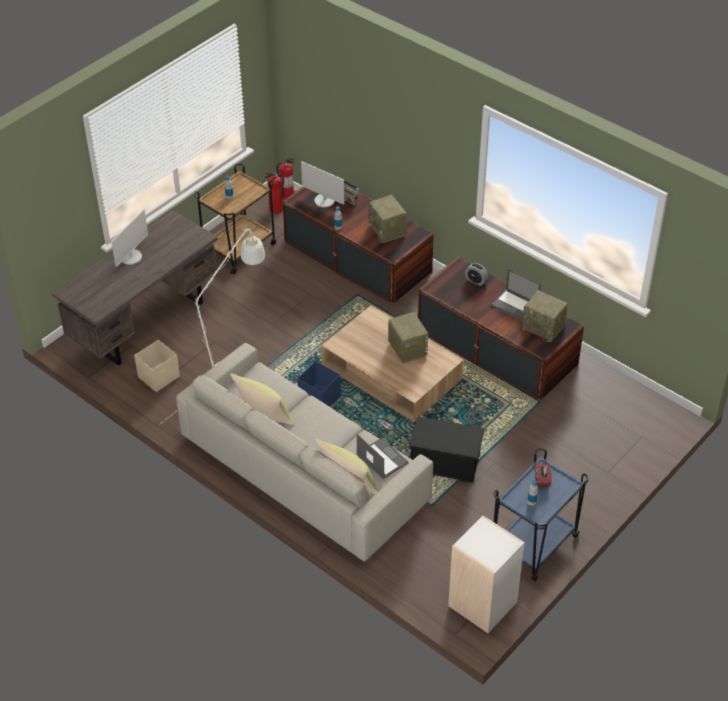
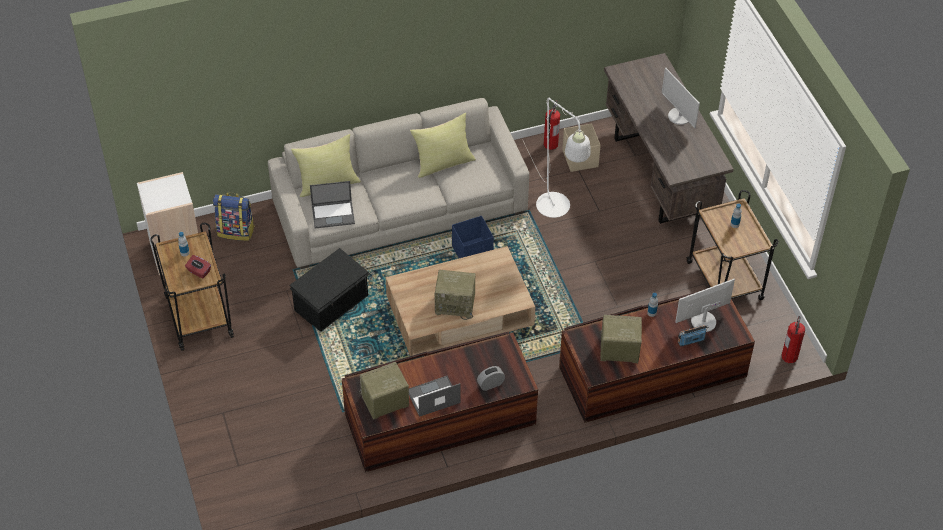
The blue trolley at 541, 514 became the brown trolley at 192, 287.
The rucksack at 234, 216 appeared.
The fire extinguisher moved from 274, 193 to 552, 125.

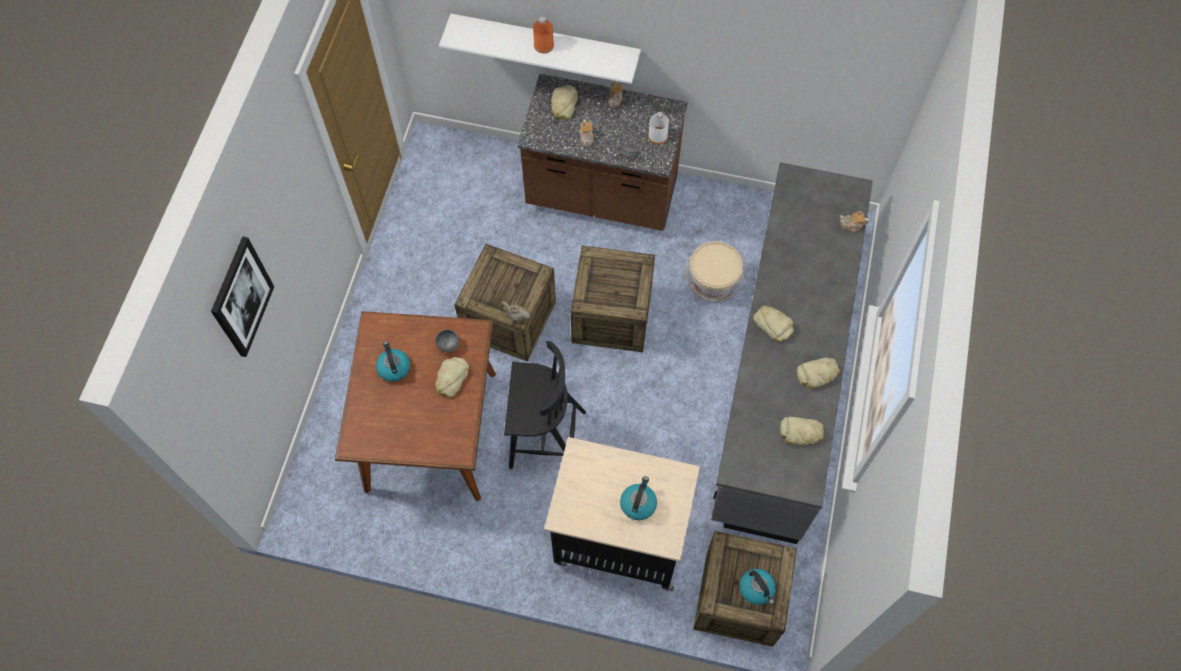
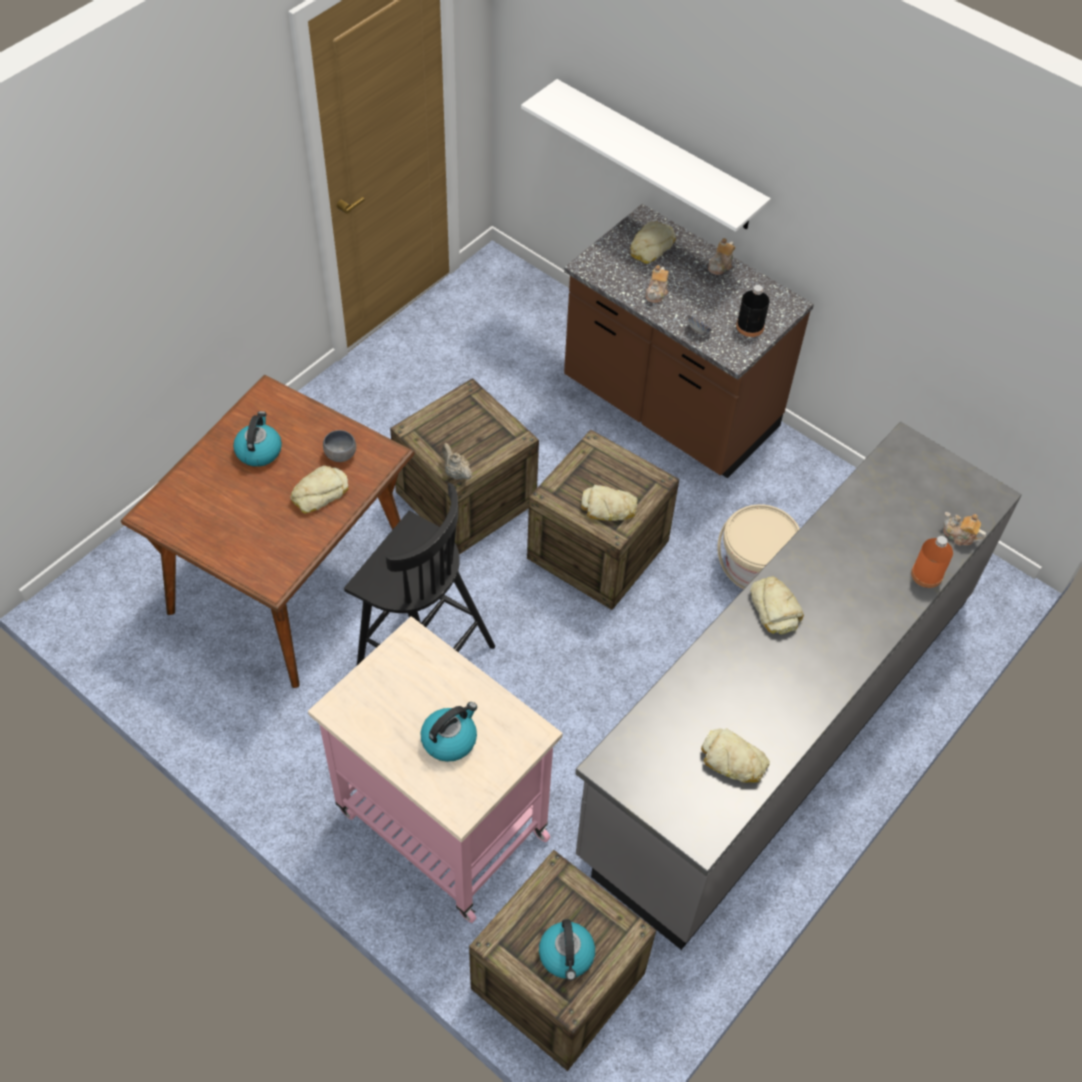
The black-coloured trolley at 622, 514 became the pink-coloured trolley at 435, 769.
The bread moved from 818, 373 to 609, 503.
The white bottle at 658, 128 became the black-coloured bottle at 753, 311.
The orangey bottle moved from 543, 35 to 932, 562.
The wall art at 242, 296 disappeared.

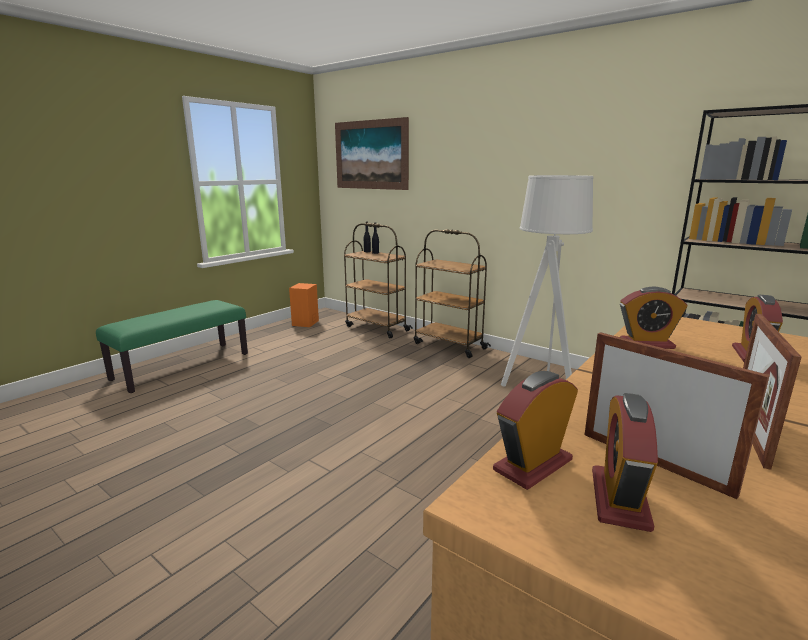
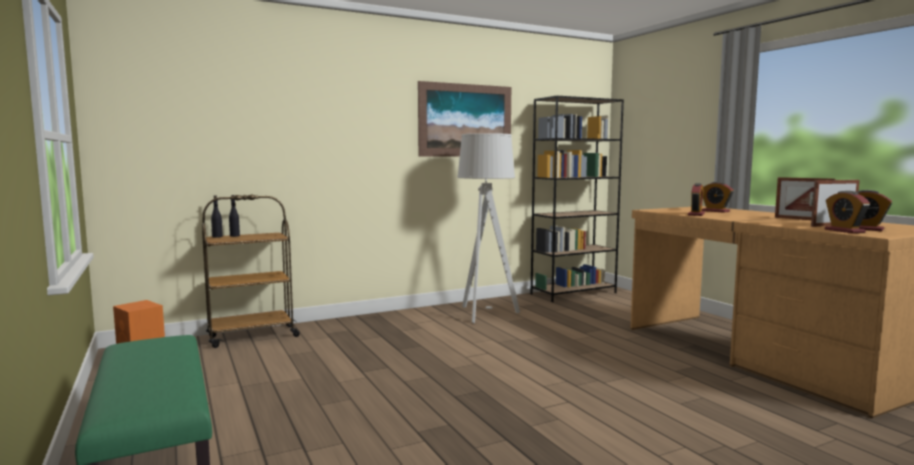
The wall art moved from 372, 153 to 464, 118.
The brown trolley at 452, 293 disappeared.

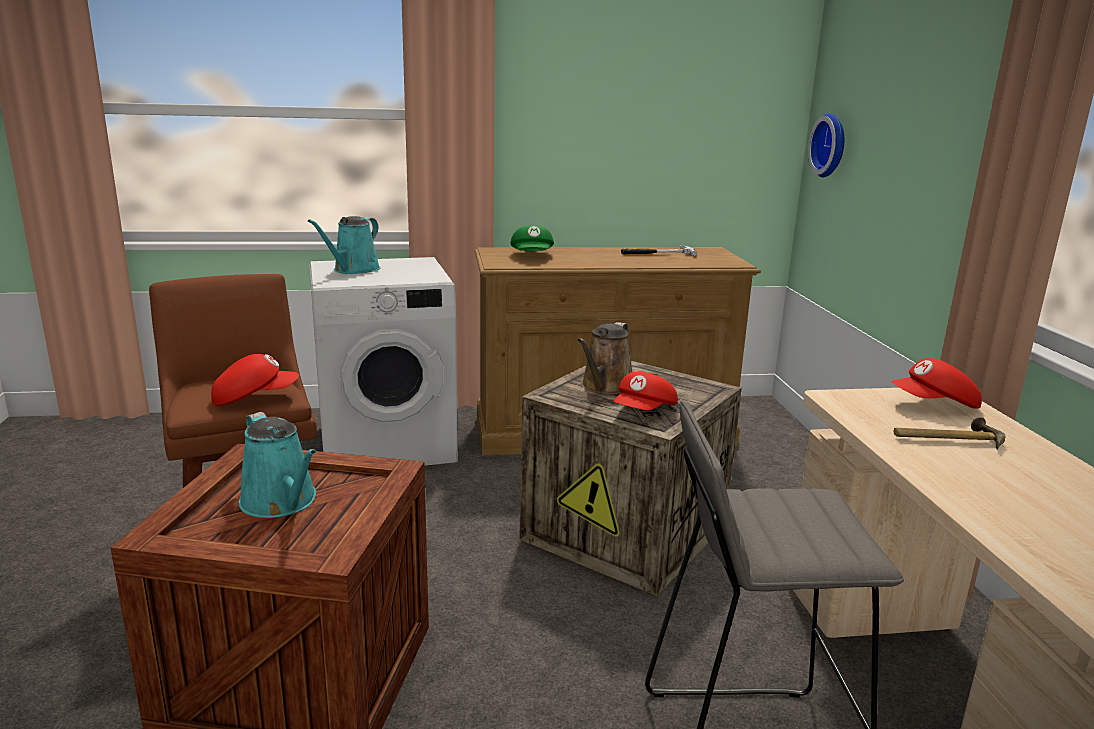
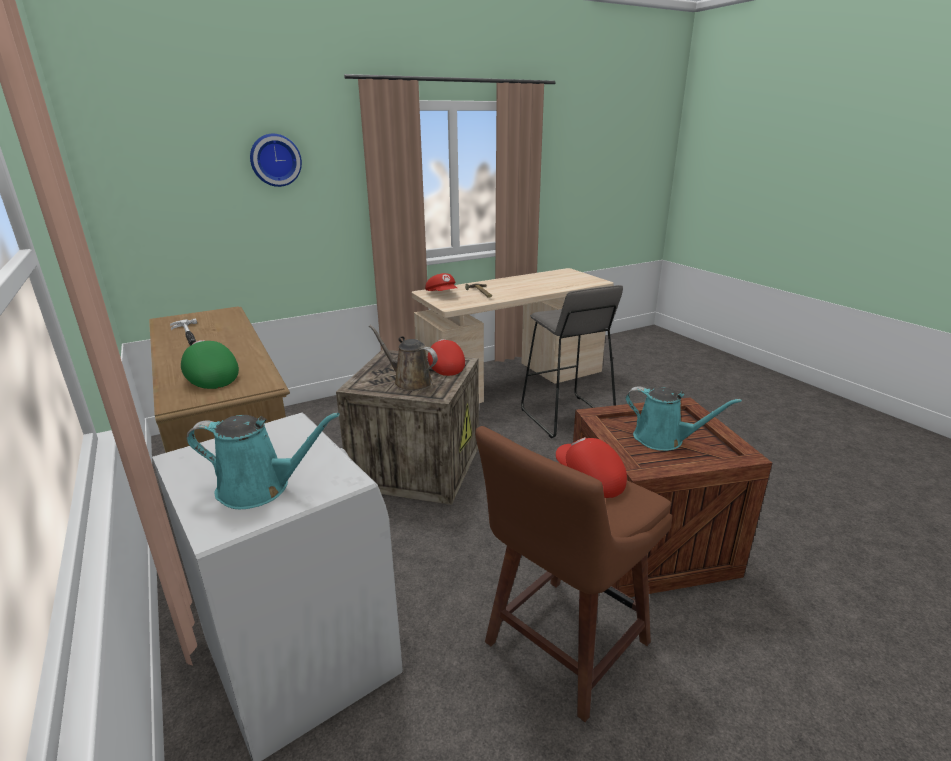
The greenish peaked cap at 532, 238 turned 105 degrees counterclockwise.
The wall clock moved from 826, 145 to 276, 160.
The brown sprinkling can at 604, 358 turned 150 degrees counterclockwise.
The reddish peaked cap at 645, 391 turned 120 degrees counterclockwise.
The turquoise sprinkling can at 277, 465 turned 90 degrees clockwise.

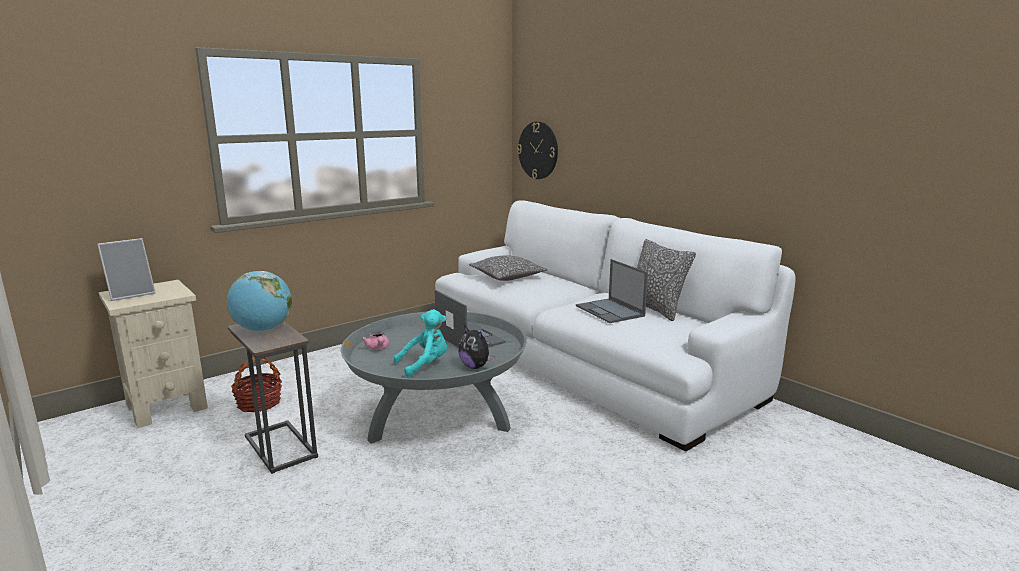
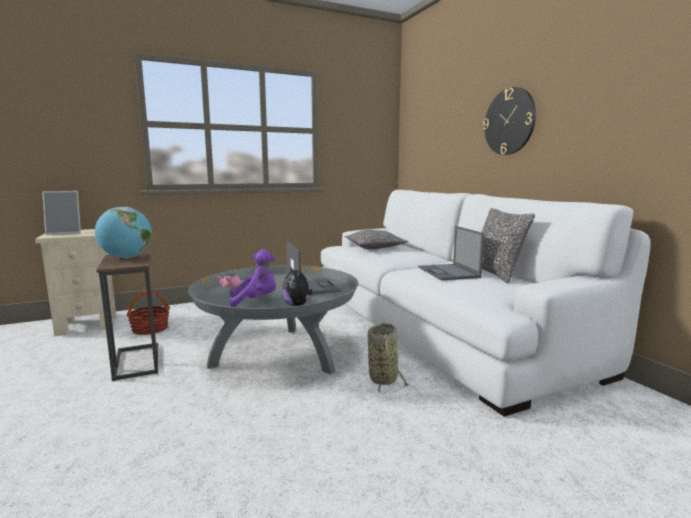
The turquoise soft toy at 420, 343 became the purple-coloured soft toy at 252, 278.
The storage basket at 388, 358 appeared.
The wall clock moved from 537, 150 to 509, 121.

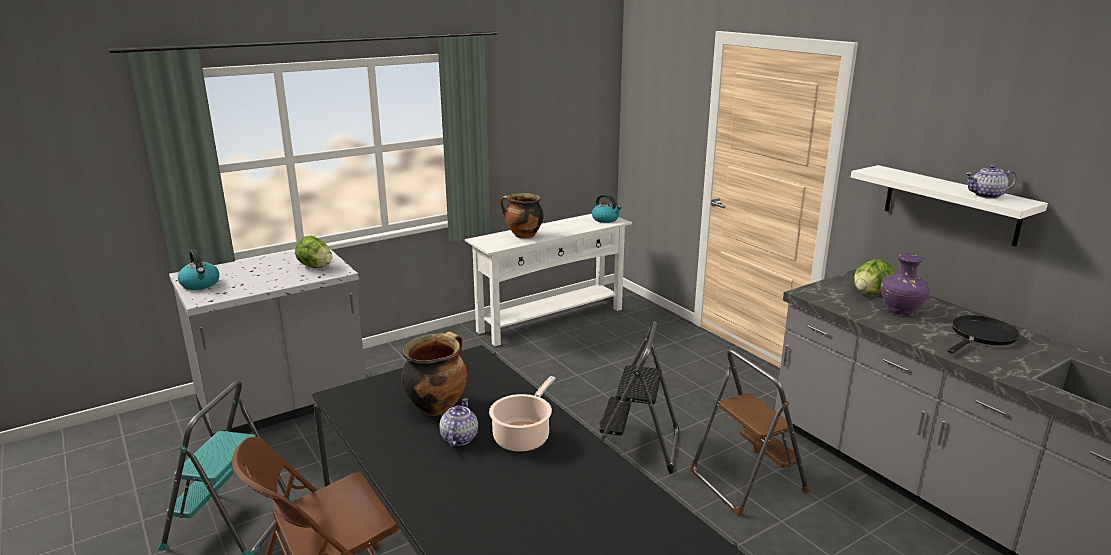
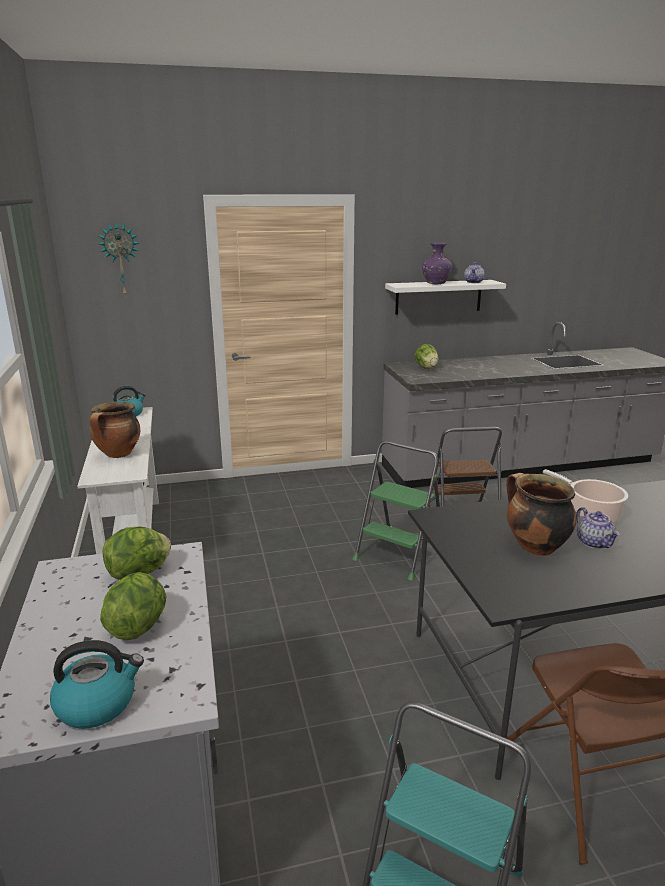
The wall clock at 118, 260 appeared.
The lettuce at 133, 606 appeared.
The black-coloured step stool at 639, 397 became the greenish step stool at 396, 511.
The purple-coloured decorative vase moved from 905, 284 to 437, 263.
The teapot at 458, 422 turned 135 degrees counterclockwise.
The black-coloured skillet at 984, 334 disappeared.

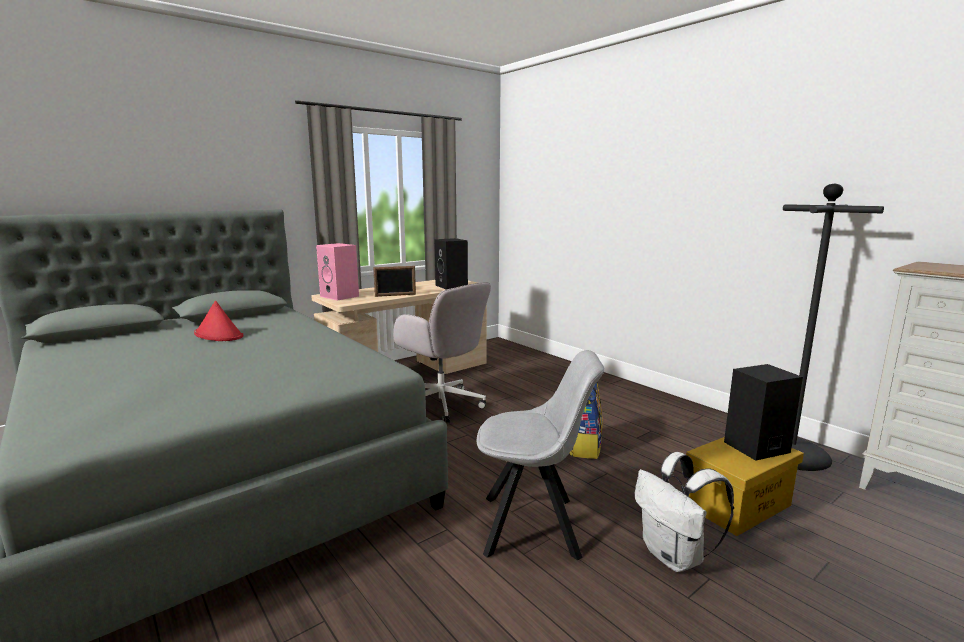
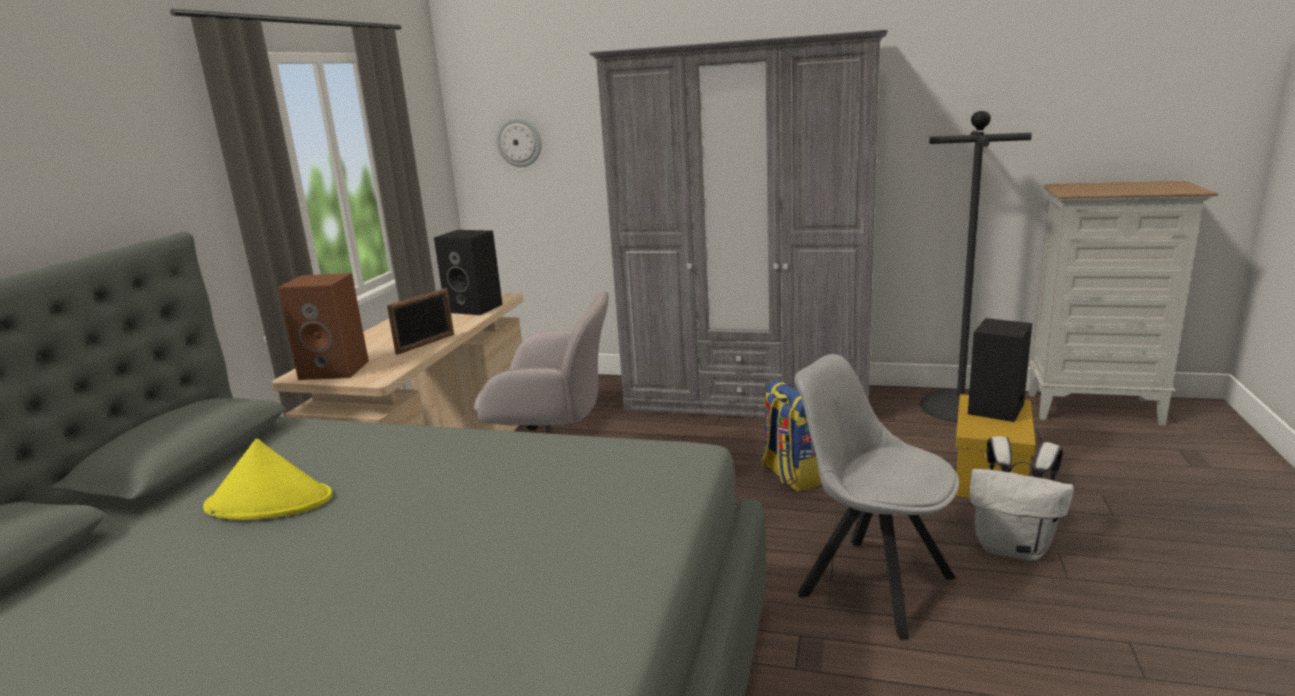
The reddish clothing hat at 218, 320 became the yellow-coloured clothing hat at 267, 479.
The pink-coloured loudspeaker at 337, 272 became the brown loudspeaker at 323, 326.
The wall clock at 519, 142 appeared.
The grey armoire at 738, 224 appeared.
The grey plain chair at 540, 455 turned 105 degrees counterclockwise.

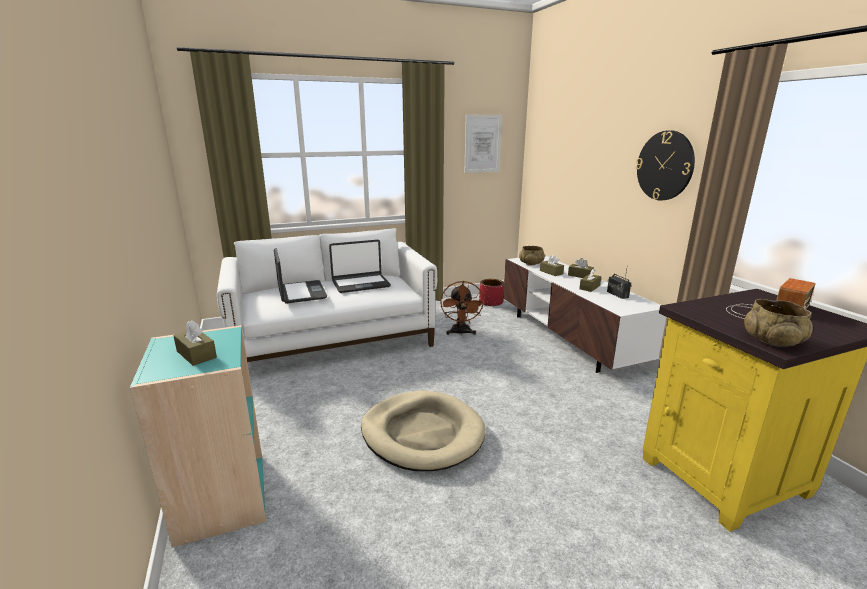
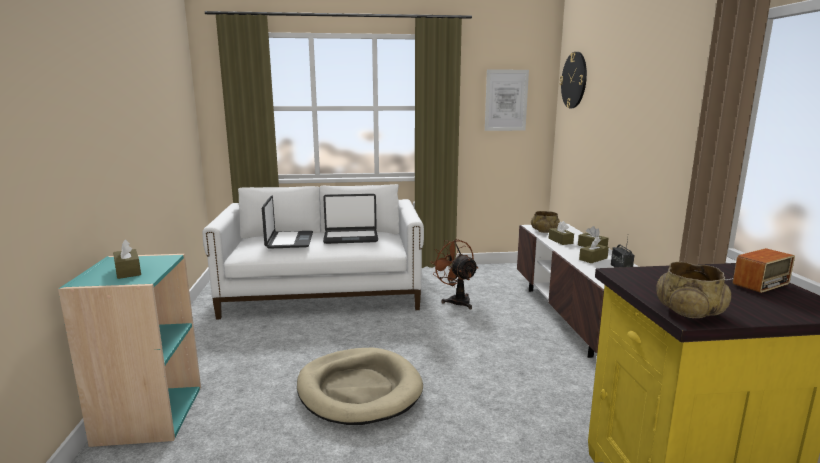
The brown electric fan at 462, 308 turned 135 degrees clockwise.
The wall clock moved from 665, 165 to 573, 80.
The reddish plant pot at 491, 292 disappeared.

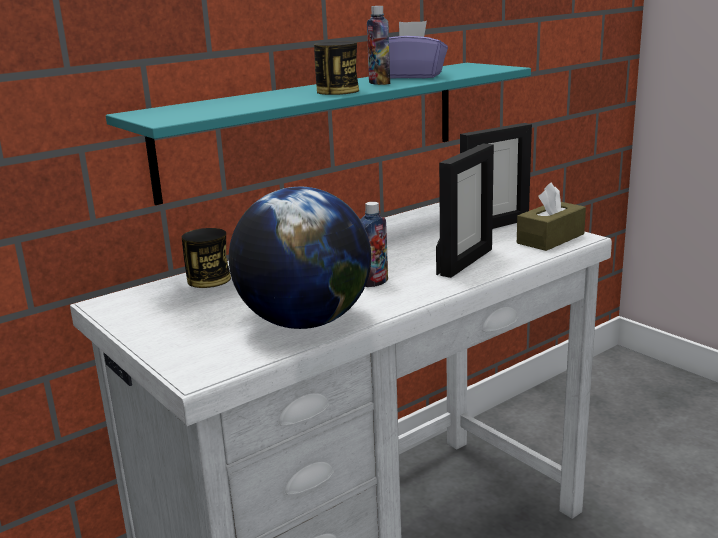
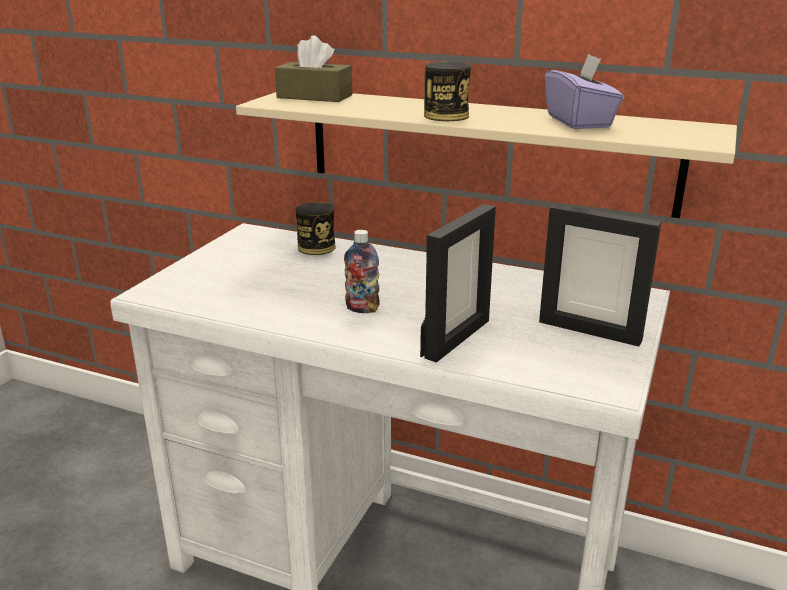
The turquoise wall shelf at 318, 134 became the sand-coloured wall shelf at 486, 155.
The brown tissue holder moved from 551, 216 to 313, 68.
The standing frame at 465, 211 turned 60 degrees counterclockwise.
The world globe at 300, 258 disappeared.
The bottle at 378, 45 disappeared.

